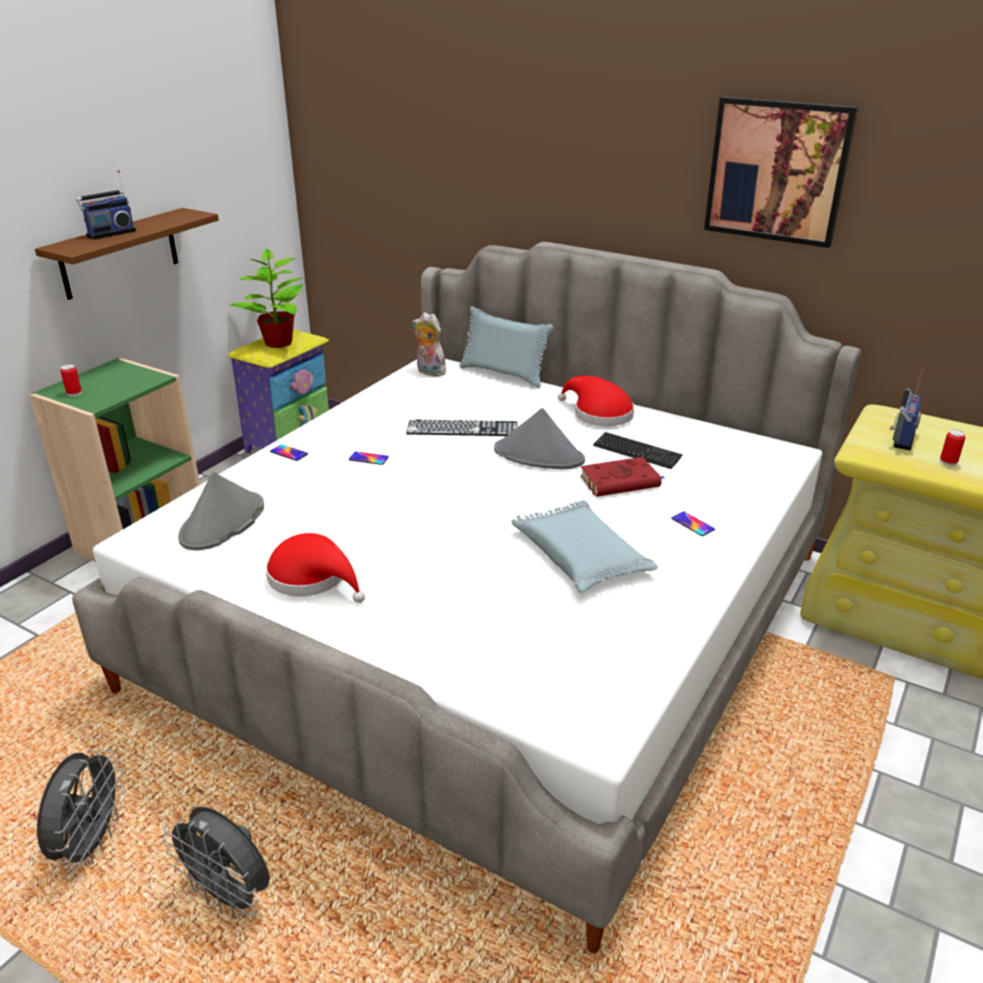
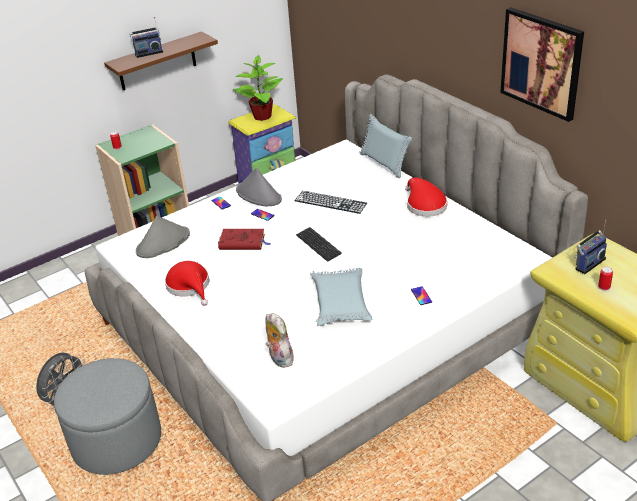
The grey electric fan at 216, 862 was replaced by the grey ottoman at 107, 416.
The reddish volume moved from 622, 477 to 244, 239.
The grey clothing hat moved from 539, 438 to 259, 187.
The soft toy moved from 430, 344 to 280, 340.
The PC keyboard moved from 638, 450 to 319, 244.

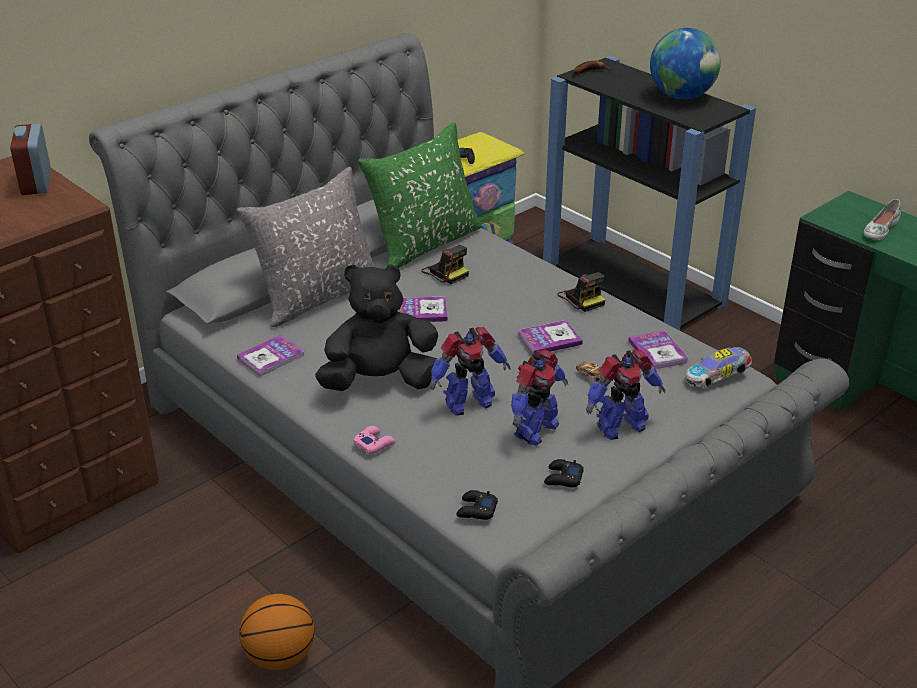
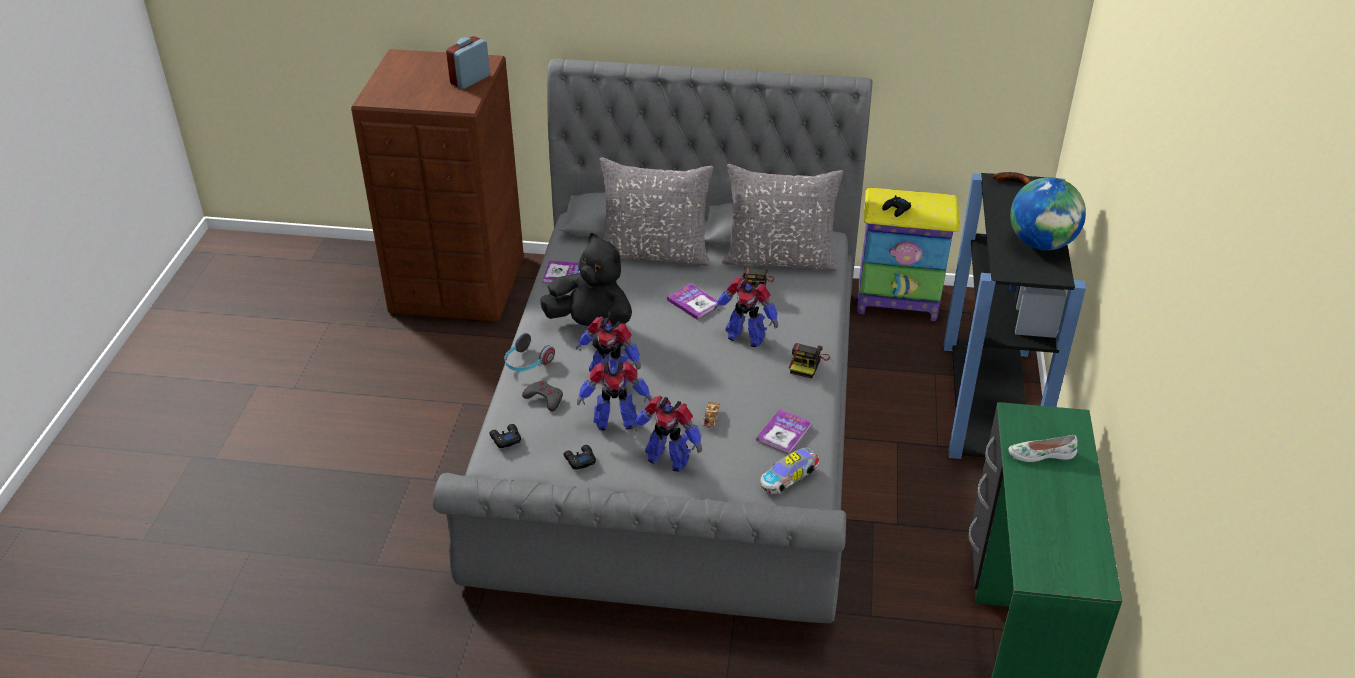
The pink-coloured joypad at 374, 440 was replaced by the headset at 529, 352.
The grey joypad at 542, 396 appeared.
The model robot at 746, 312 appeared.
The greenish pillow at 420, 195 became the grey pillow at 783, 217.
The model car at 719, 367 turned 60 degrees counterclockwise.
The ball for basketball at 277, 632 disappeared.
The volume at 550, 337 disappeared.

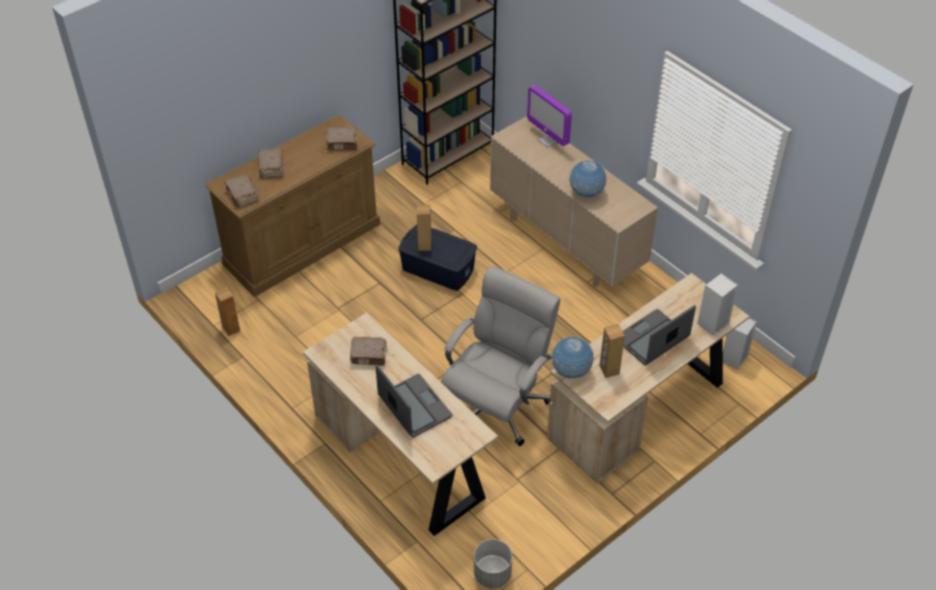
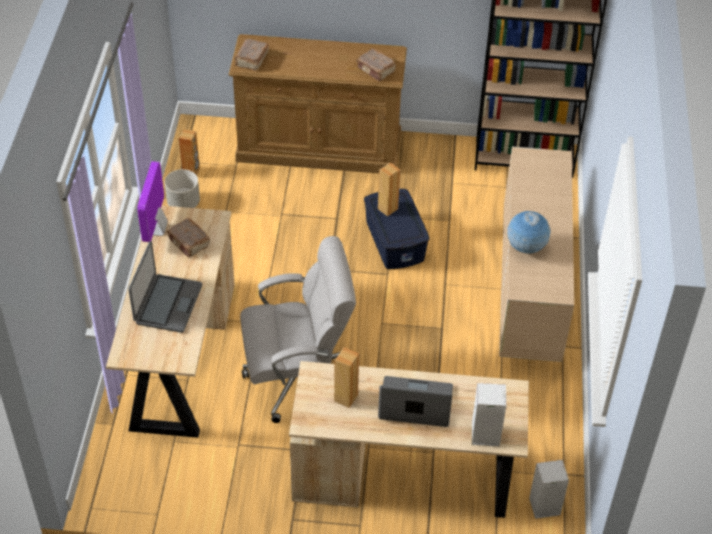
The computer screen moved from 549, 116 to 152, 201.
The grey plant pot moved from 493, 563 to 182, 188.
The brown volume at 271, 164 disappeared.
The world globe at 573, 358 disappeared.

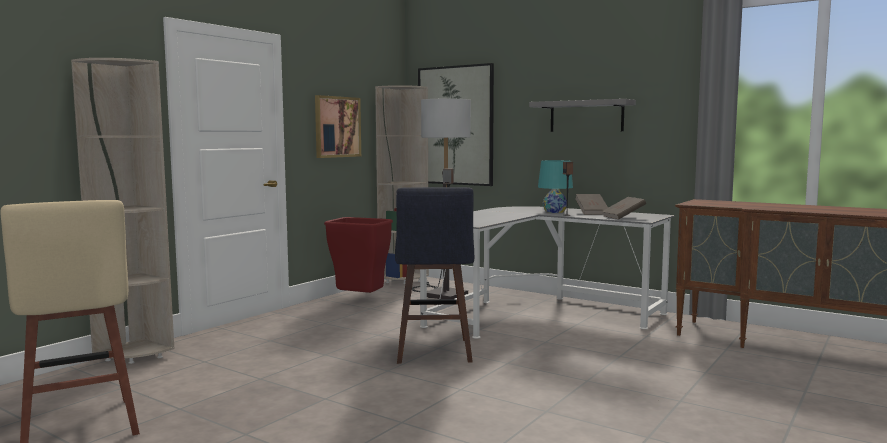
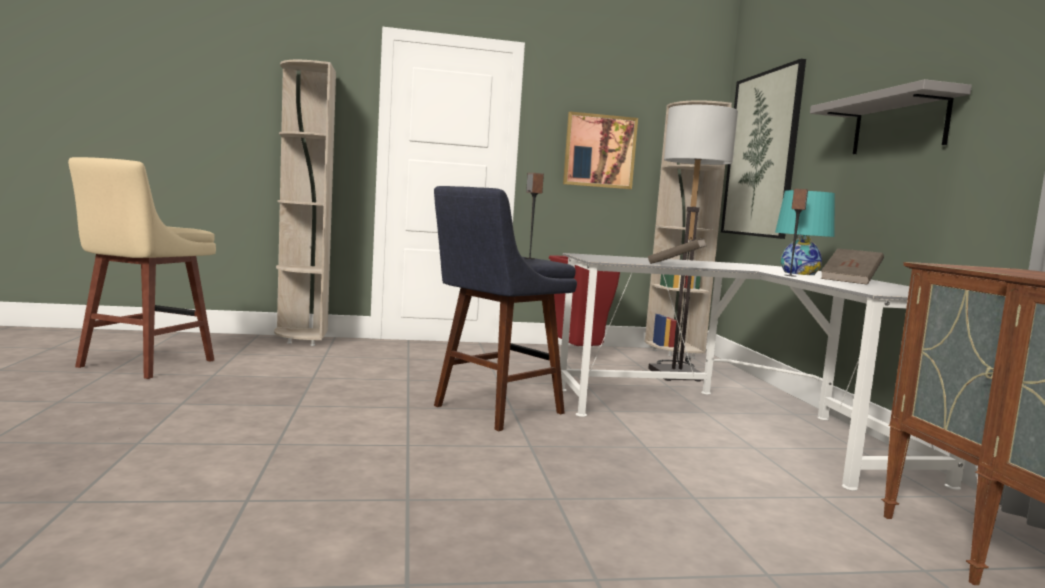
The brown volume moved from 624, 208 to 677, 251.

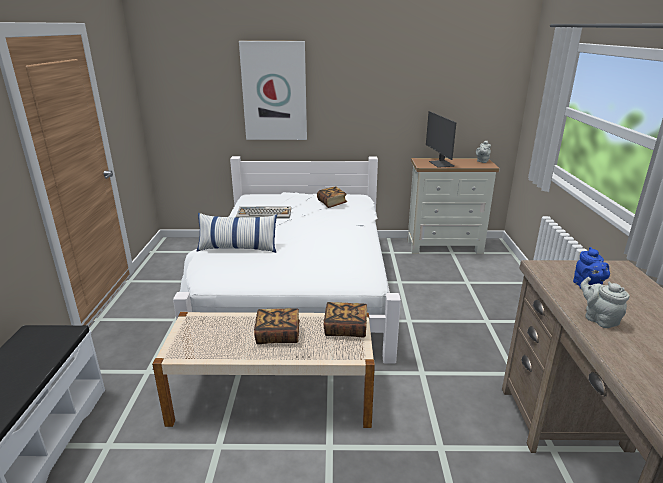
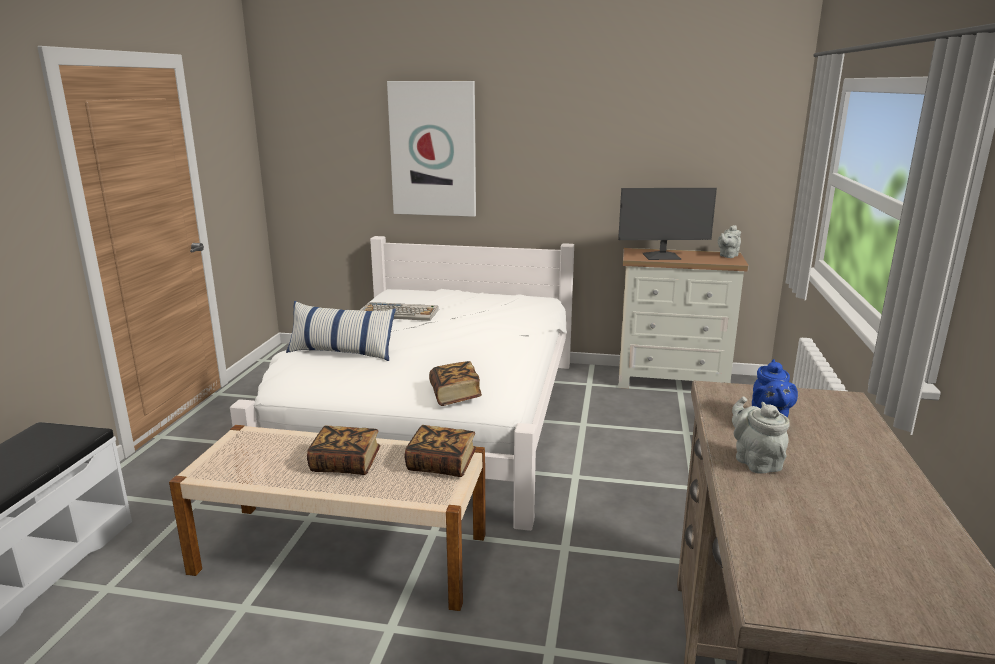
The volume moved from 332, 197 to 455, 383.
The computer screen at 441, 139 turned 90 degrees counterclockwise.

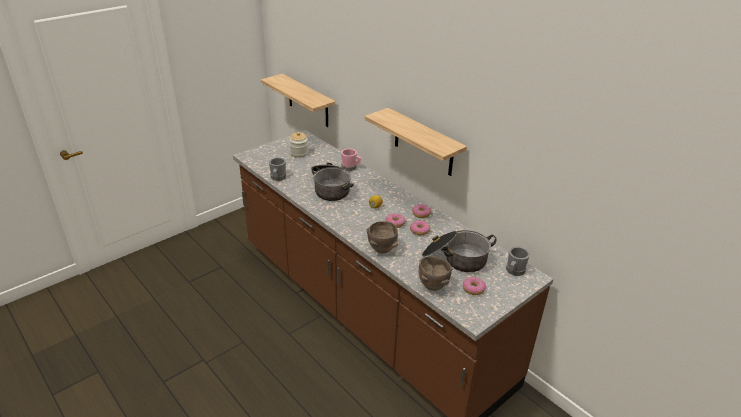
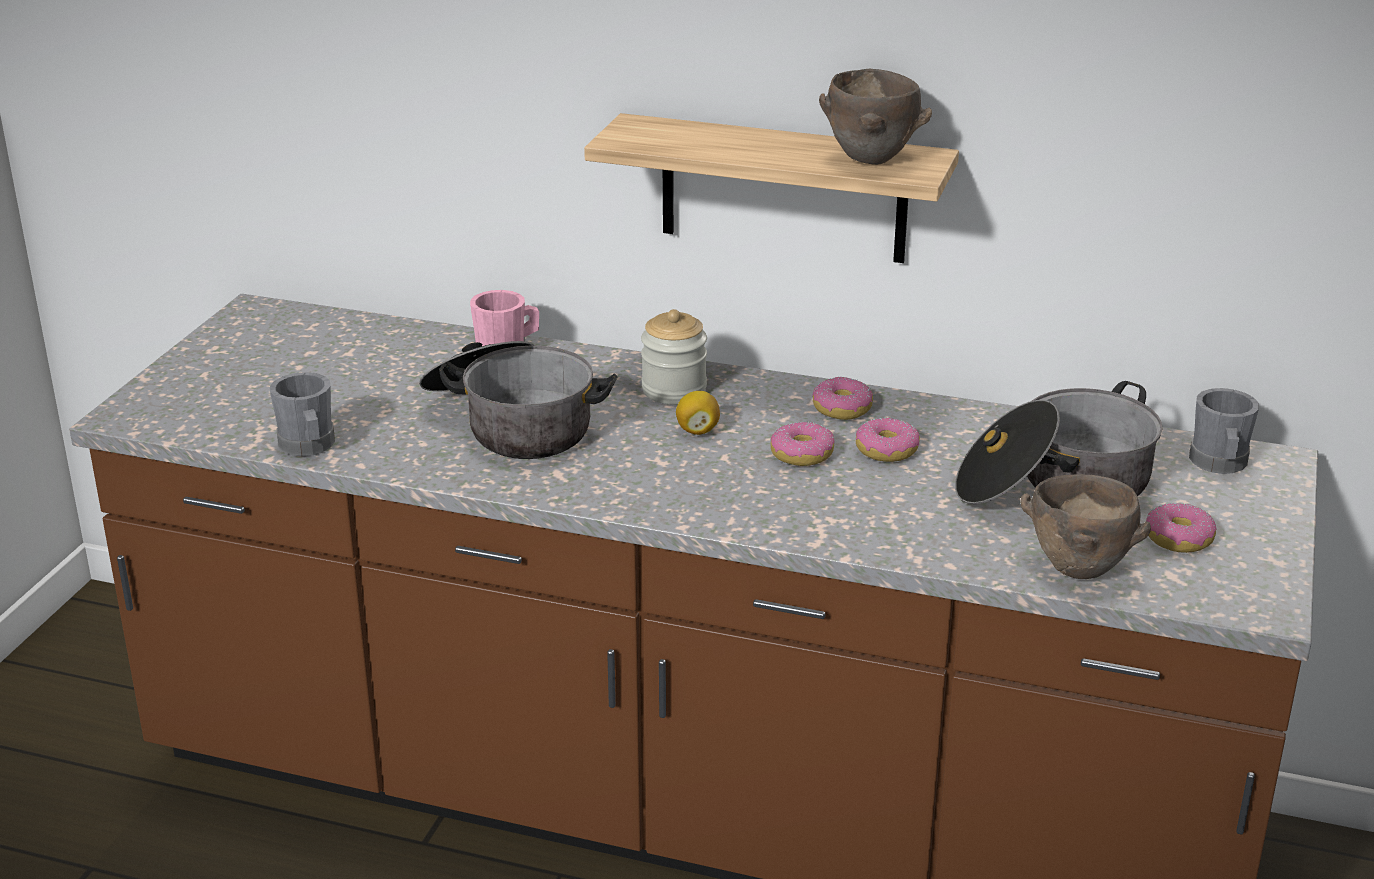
The storage jar moved from 299, 145 to 674, 356.
The brown serving bowl moved from 382, 237 to 875, 117.
The wall shelf at 298, 100 disappeared.

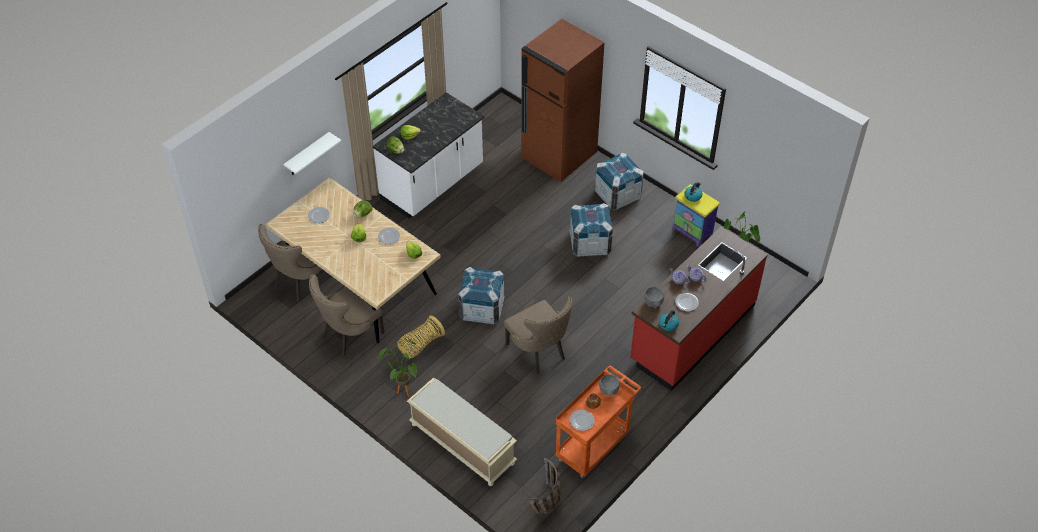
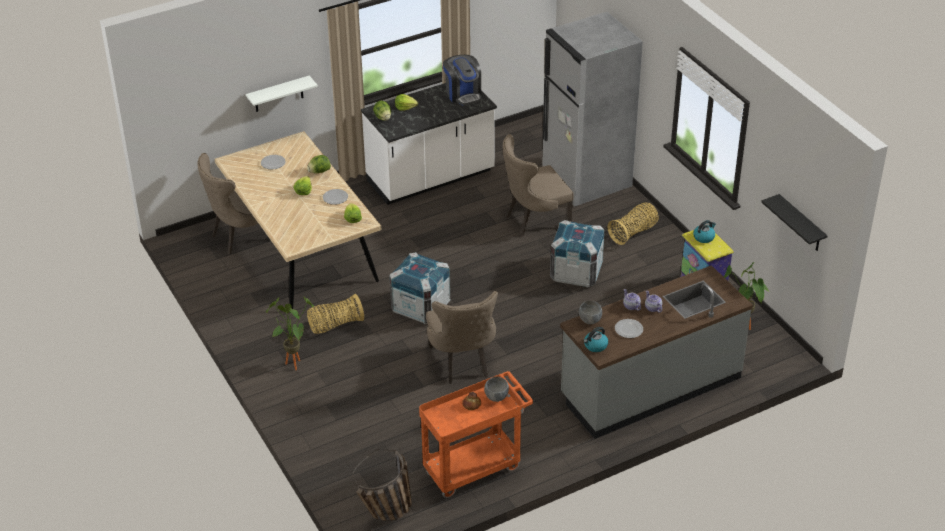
The coffee machine at 462, 80 appeared.
The sand-coloured plain chair moved from 347, 315 to 538, 185.
The brown fridge at 563, 100 became the grey fridge at 592, 109.
The reddish kitchen counter at 699, 309 became the grey kitchen counter at 656, 352.
The packing crate at 619, 181 was replaced by the storage basket at 633, 224.
The black-coloured wall shelf at 794, 222 appeared.
The sand-coloured bench at 462, 431 disappeared.
The dinner plate at 582, 420 disappeared.

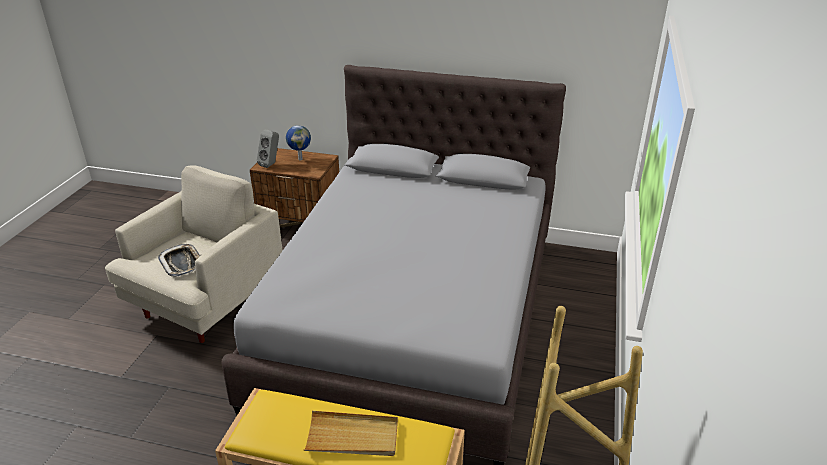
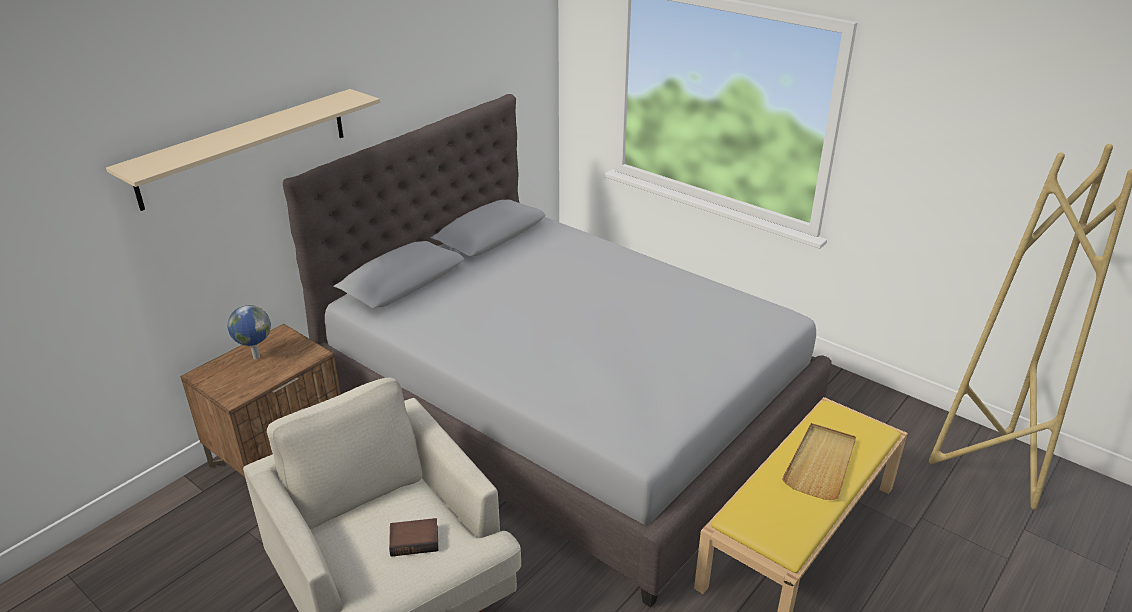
The sand-coloured wall shelf at 243, 150 appeared.
The carrying tray at 179, 260 was replaced by the volume at 414, 537.
The grey loudspeaker at 268, 149 disappeared.

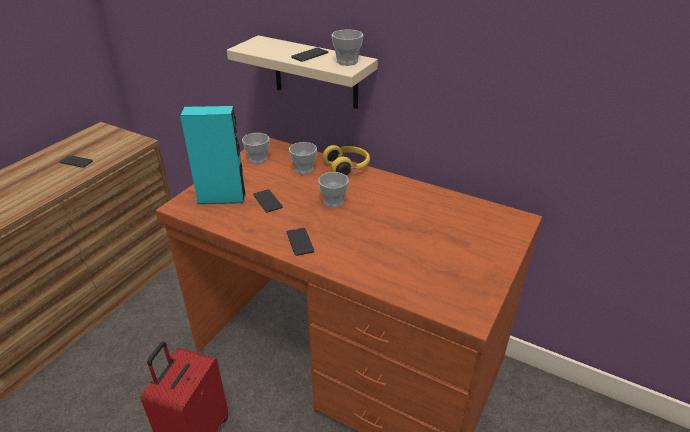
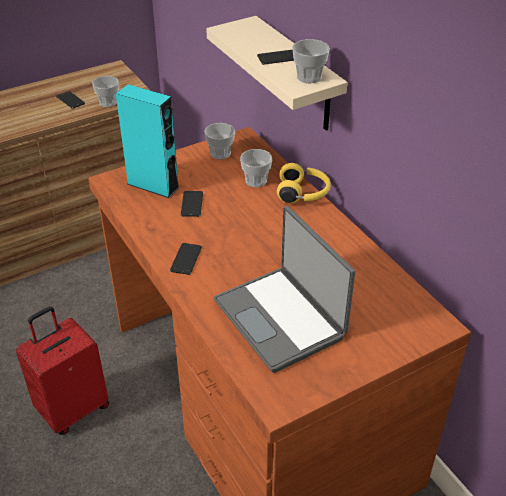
The cup moved from 333, 190 to 105, 91.
The portable computer at 284, 289 appeared.

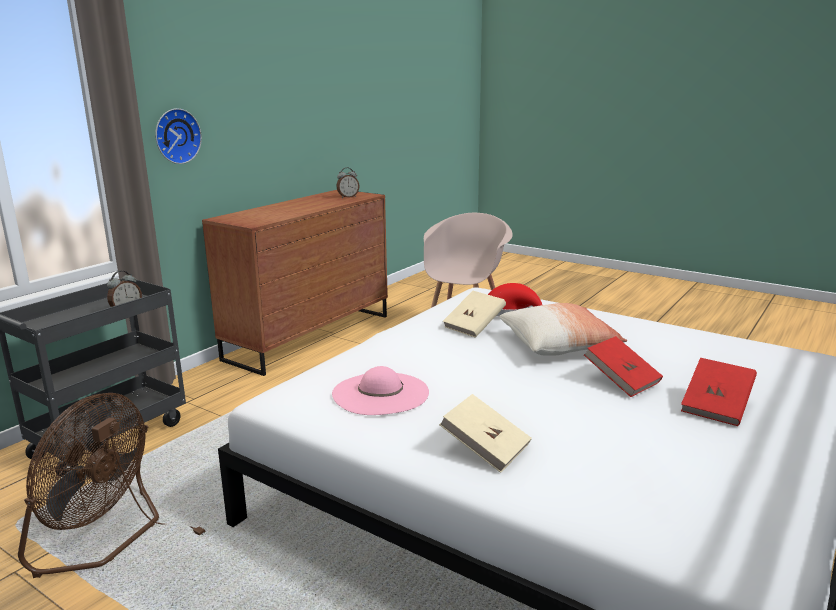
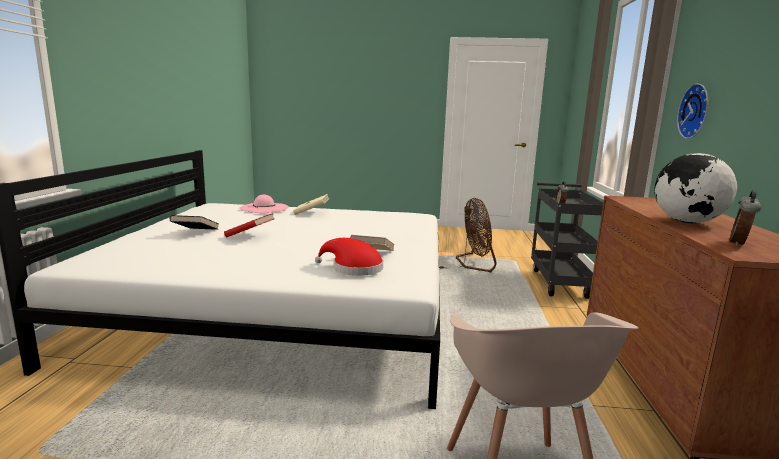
The reddish volume at 719, 392 became the black-coloured volume at 194, 222.
The pink-coloured clothing hat moved from 380, 390 to 263, 204.
The world globe at 696, 188 appeared.
The pillow at 563, 329 disappeared.

